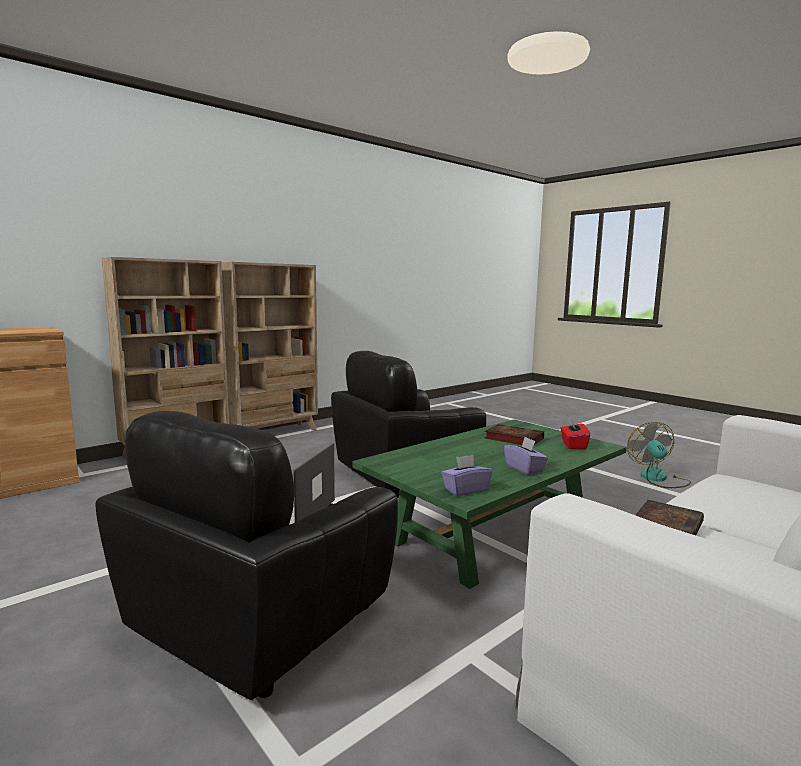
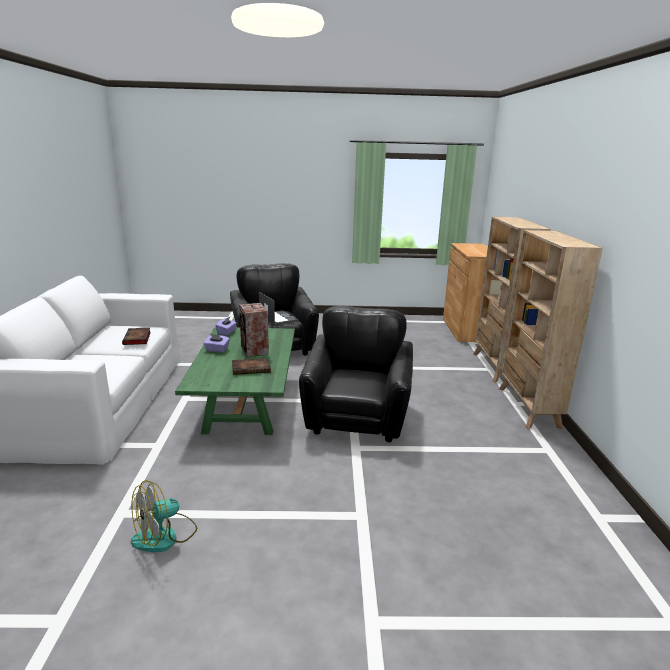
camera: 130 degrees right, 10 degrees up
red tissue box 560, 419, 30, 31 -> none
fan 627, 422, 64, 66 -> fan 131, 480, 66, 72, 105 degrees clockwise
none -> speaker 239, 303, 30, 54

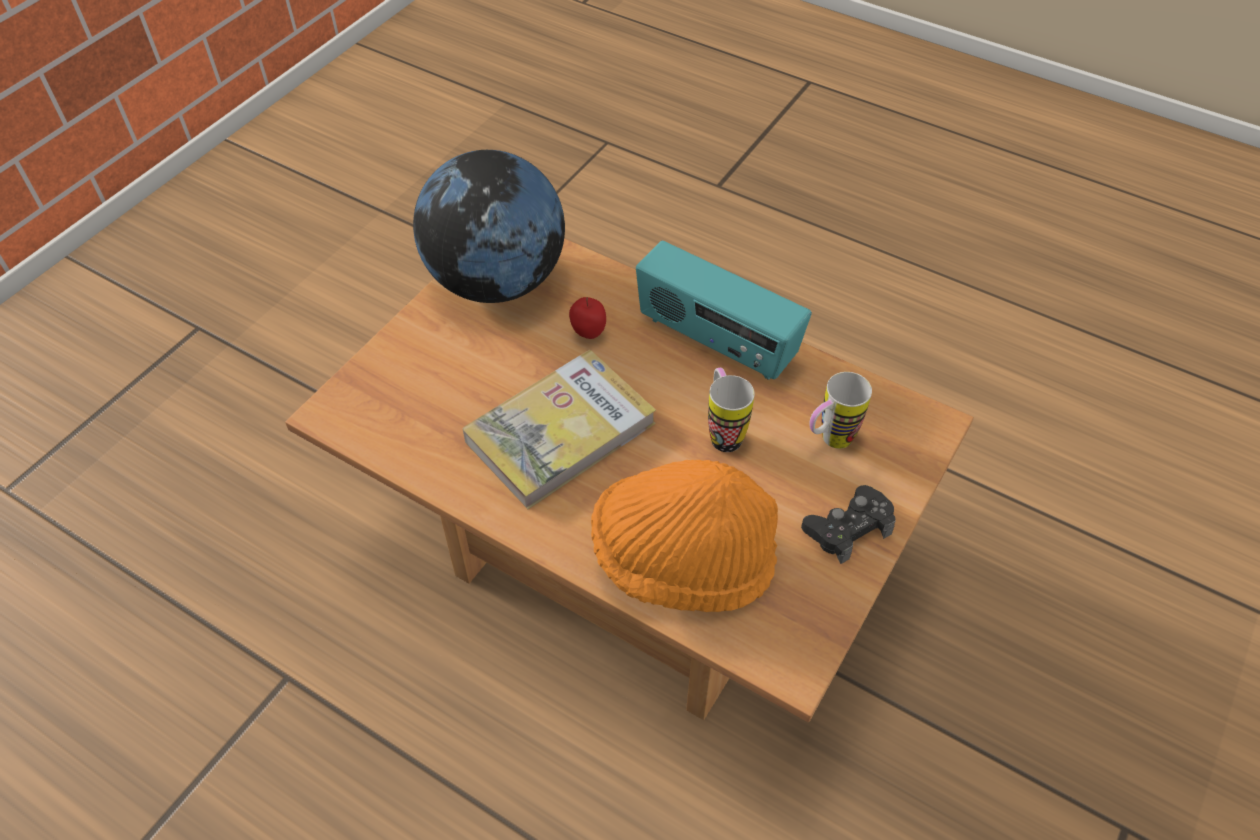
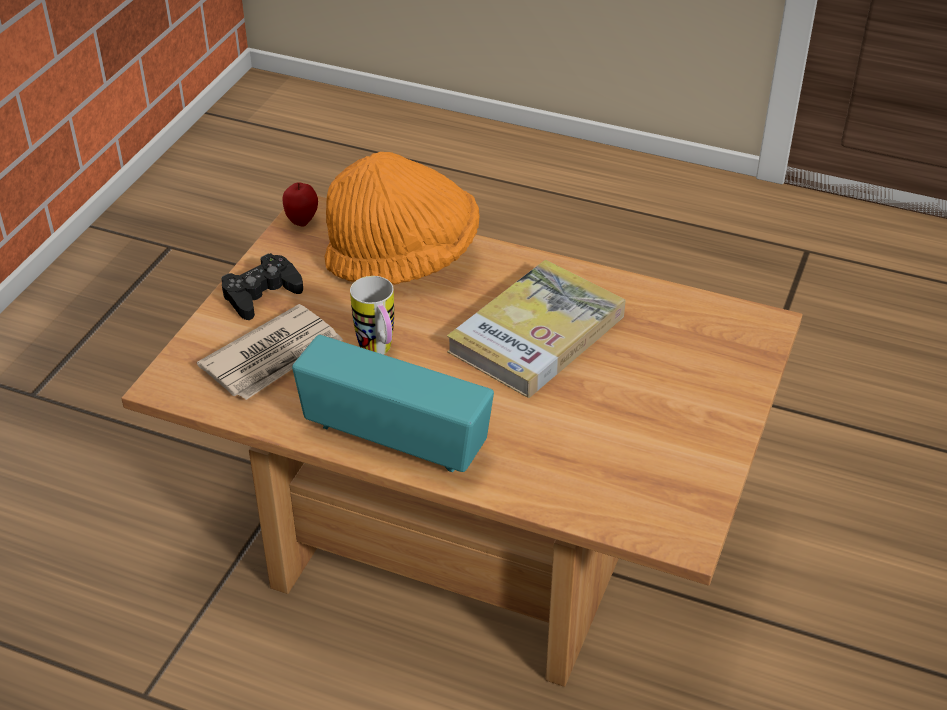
camera: 170 degrees right, 10 degrees down
globe 413, 150, 152, 153 -> none
apple 569, 297, 37, 42 -> apple 283, 182, 35, 45, shifted
mug 809, 372, 63, 77 -> newspaper 197, 304, 146, 96

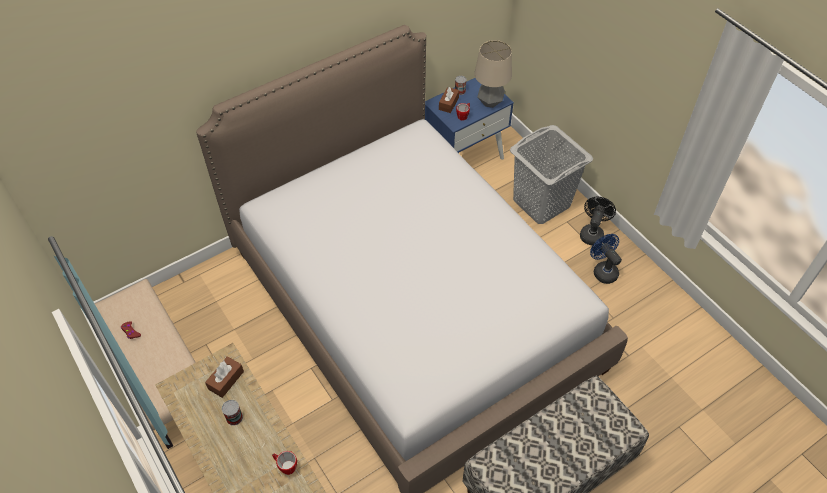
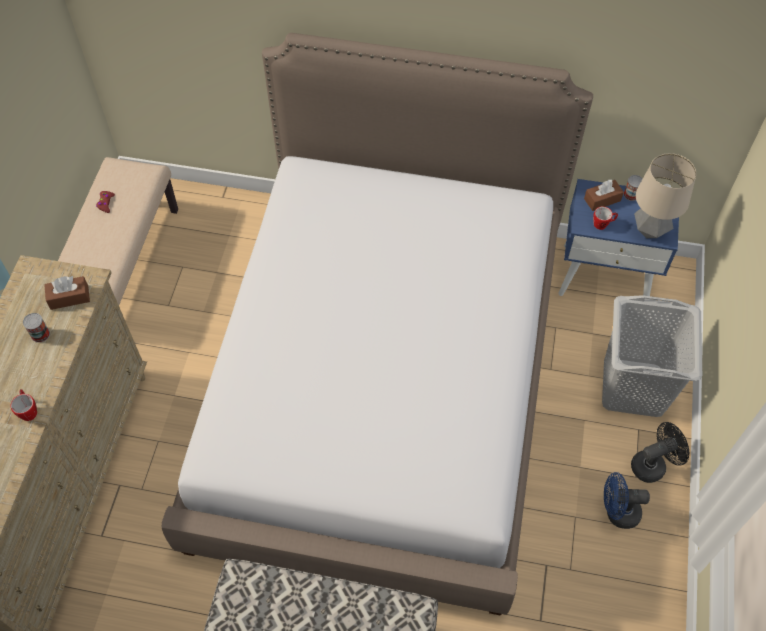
camera: 45 degrees right, 5 degrees up
blue fan 590, 234, 32, 50 -> blue fan 604, 472, 46, 57, 105 degrees counterclockwise

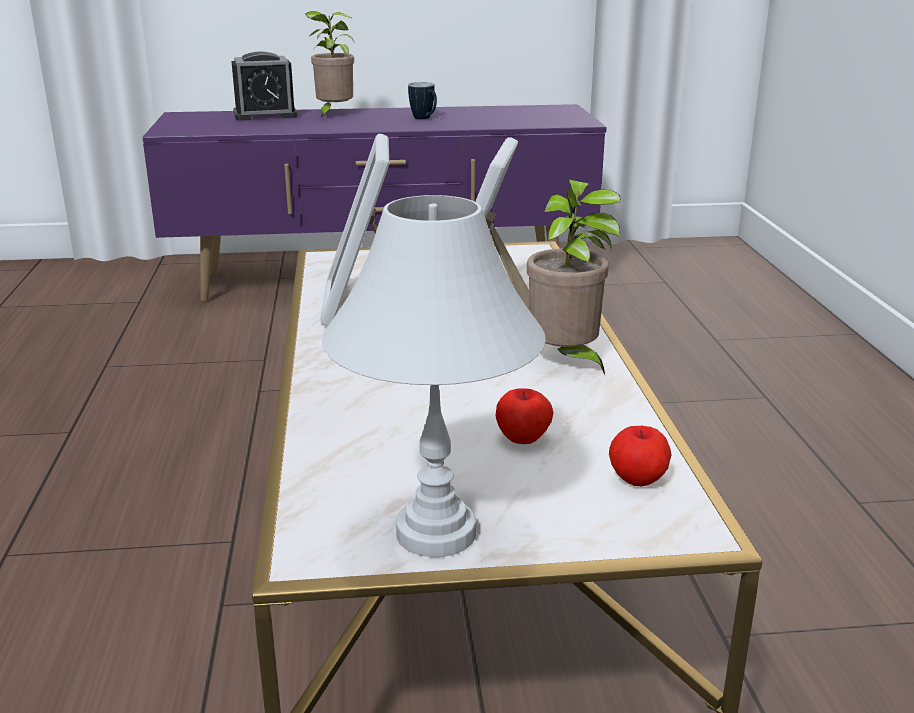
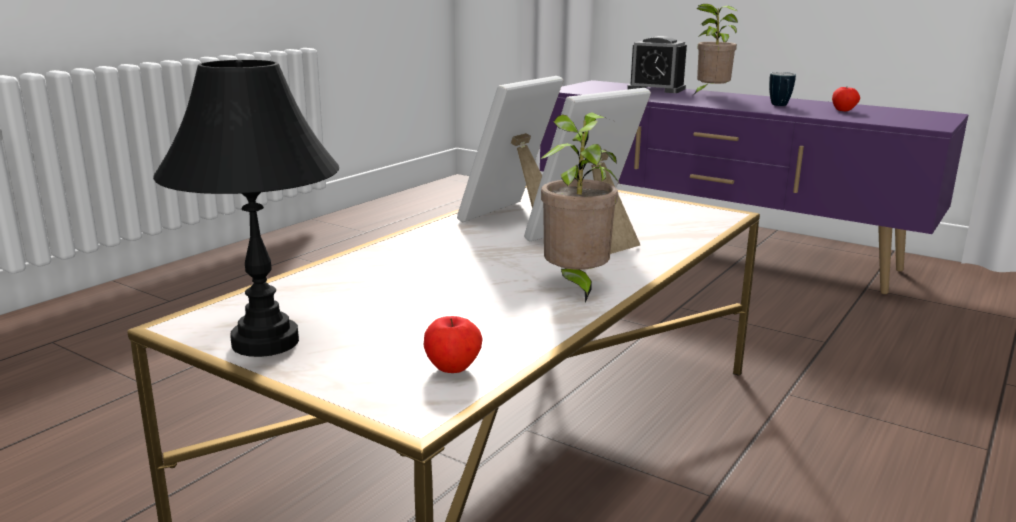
camera: 40 degrees right, 5 degrees down
white table lamp 322, 195, 224, 362 -> black table lamp 153, 60, 186, 297
apple 496, 388, 57, 56 -> apple 832, 87, 28, 24, shifted

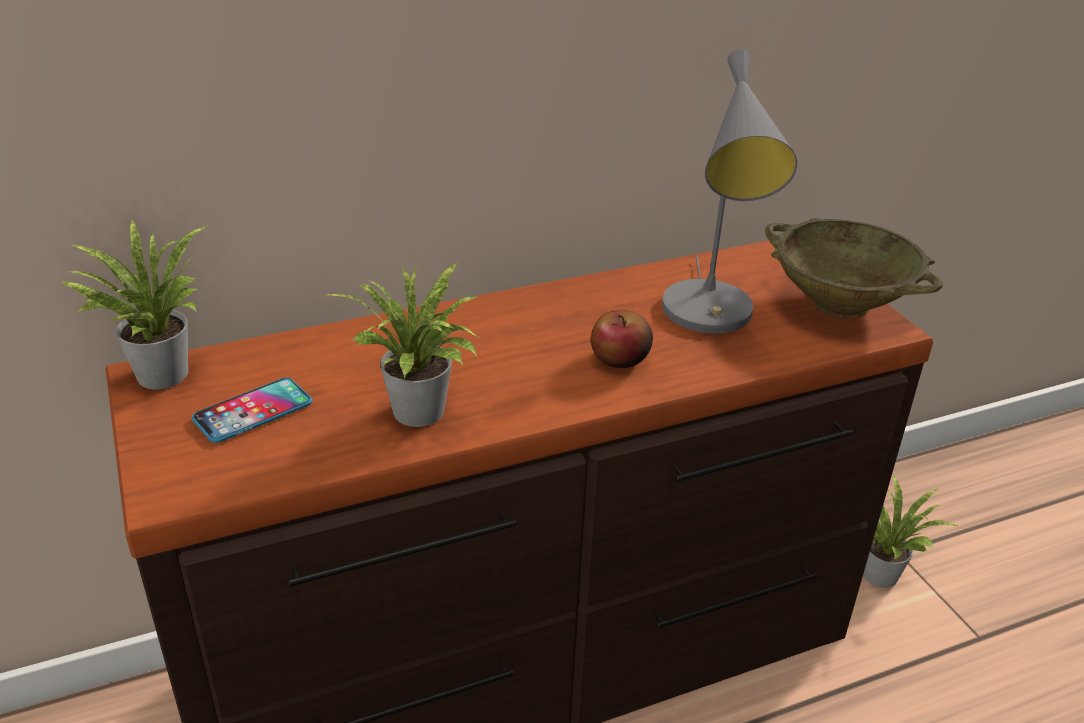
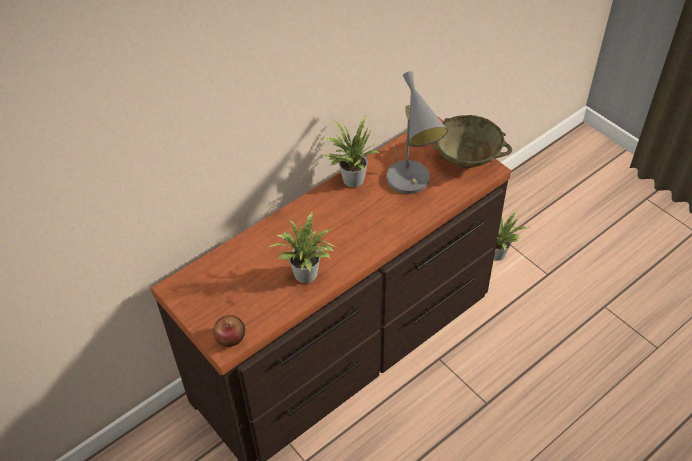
camera: 15 degrees left, 15 degrees up
potted plant 58, 220, 150, 169 -> potted plant 321, 115, 58, 72, shifted
apple 591, 310, 62, 58 -> apple 213, 315, 32, 32, shifted
phone 192, 378, 120, 65 -> none

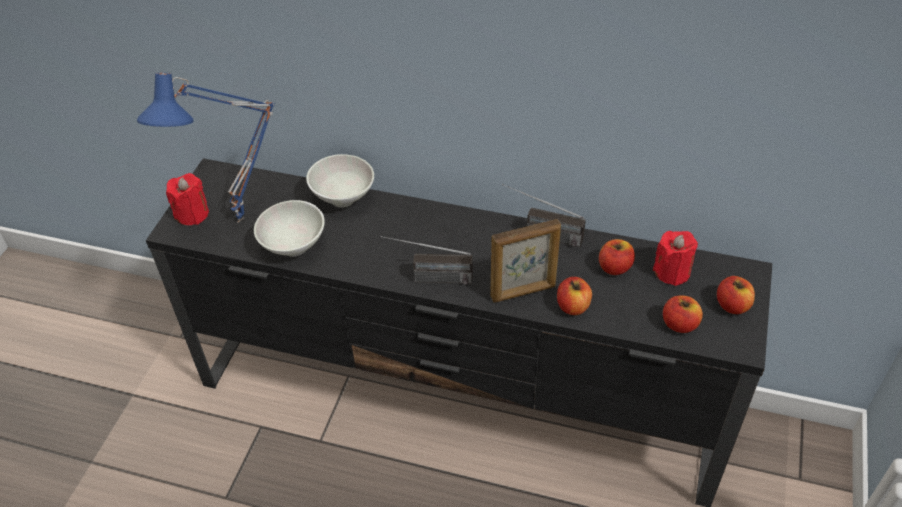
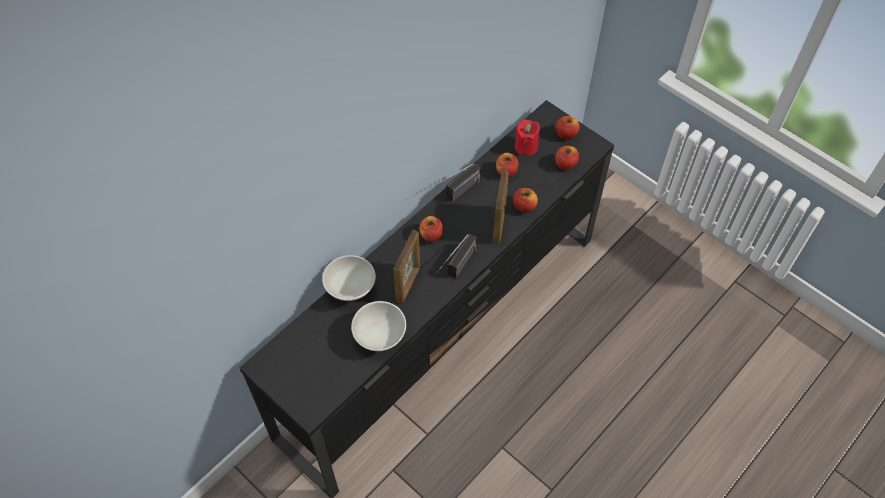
camera: 65 degrees left, 10 degrees up
blue table lamp 137, 73, 138, 150 -> none
red candle 166, 173, 43, 52 -> none
none -> apple 419, 216, 24, 26
none -> picture frame 393, 230, 27, 74

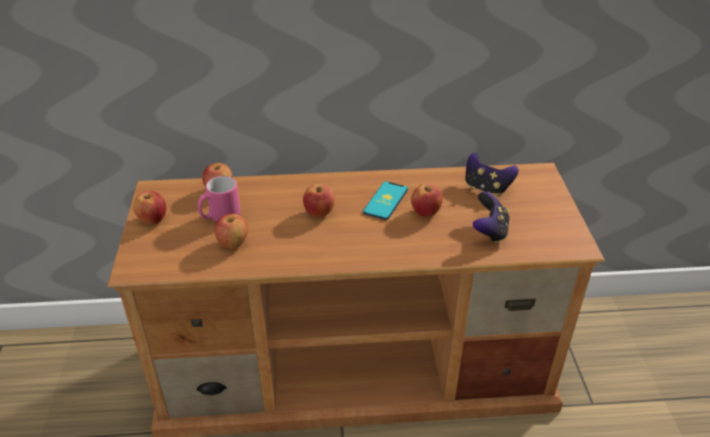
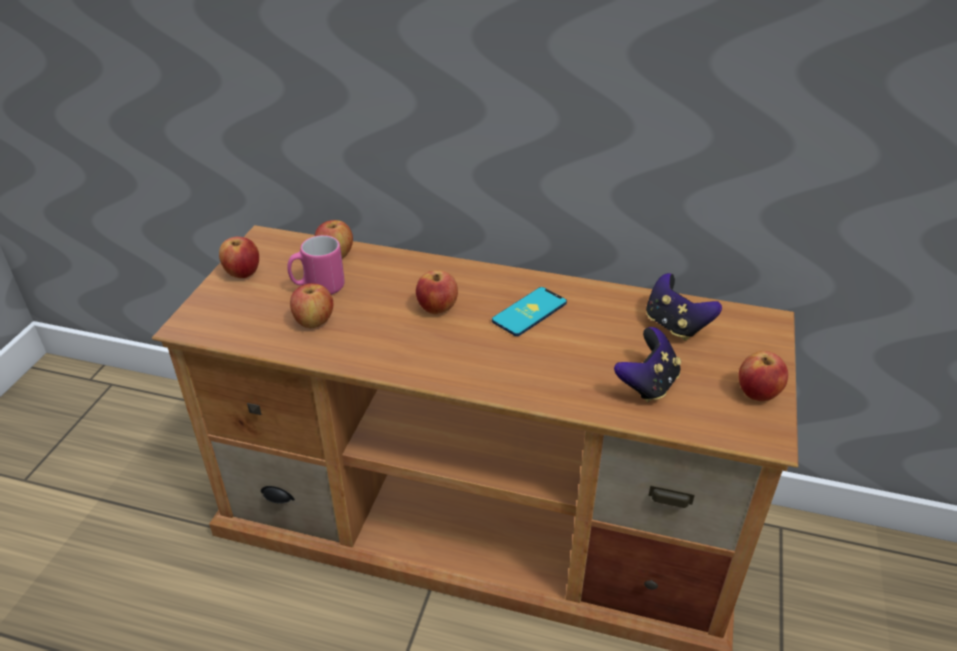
camera: 20 degrees right, 0 degrees up
apple 411, 183, 32, 34 -> apple 738, 351, 50, 50, shifted

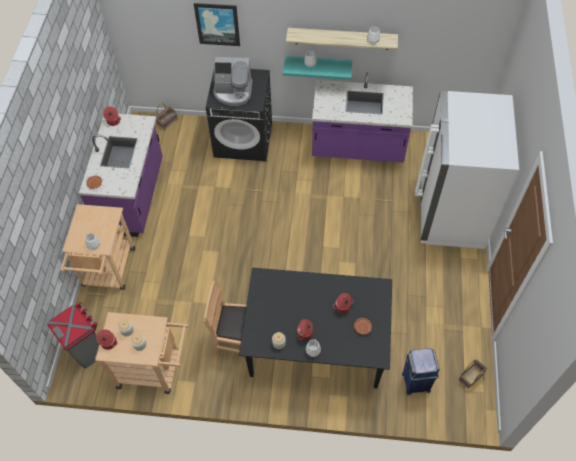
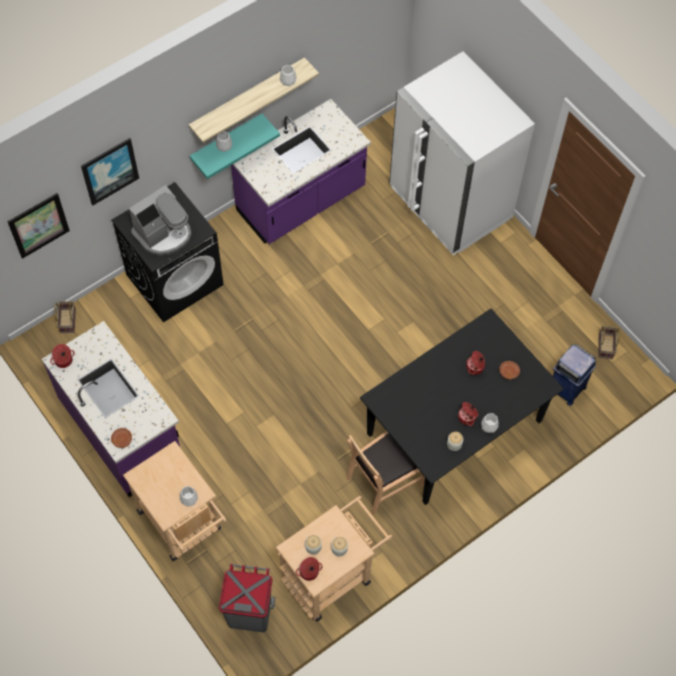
camera: 45 degrees left, 5 degrees up
none -> picture 8, 193, 62, 66

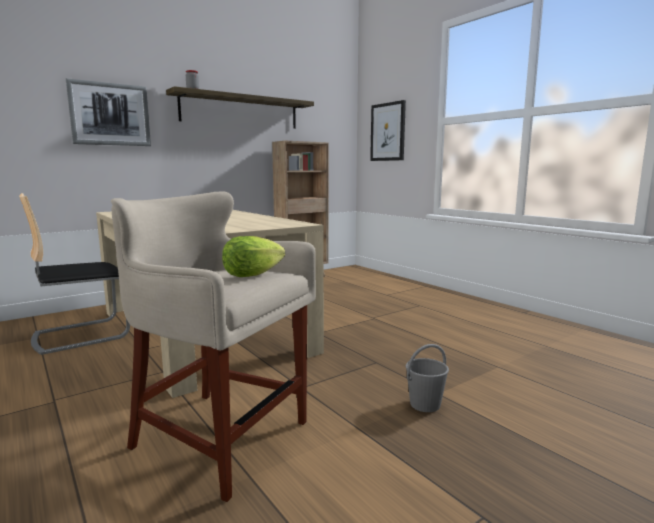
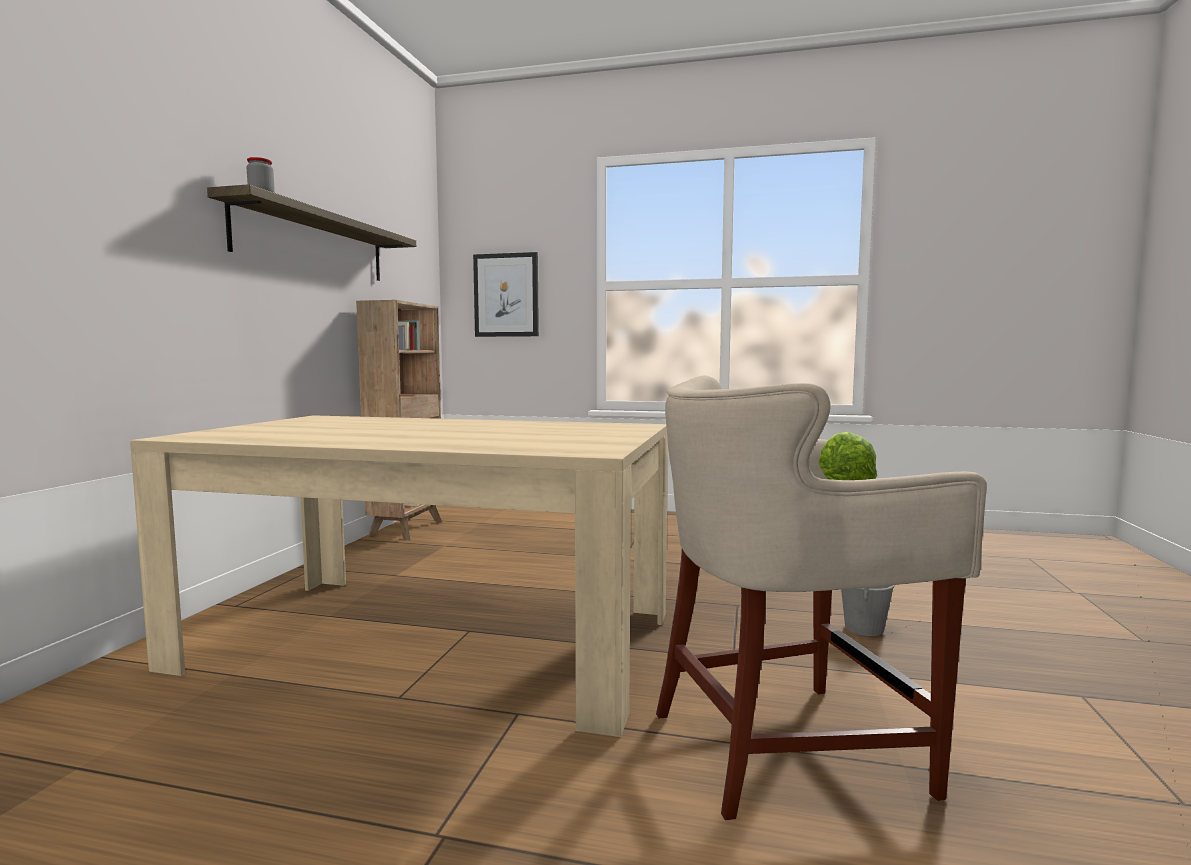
camera: 40 degrees left, 5 degrees down
picture 66, 78, 85, 68 -> none
chair 19, 193, 111, 162 -> none

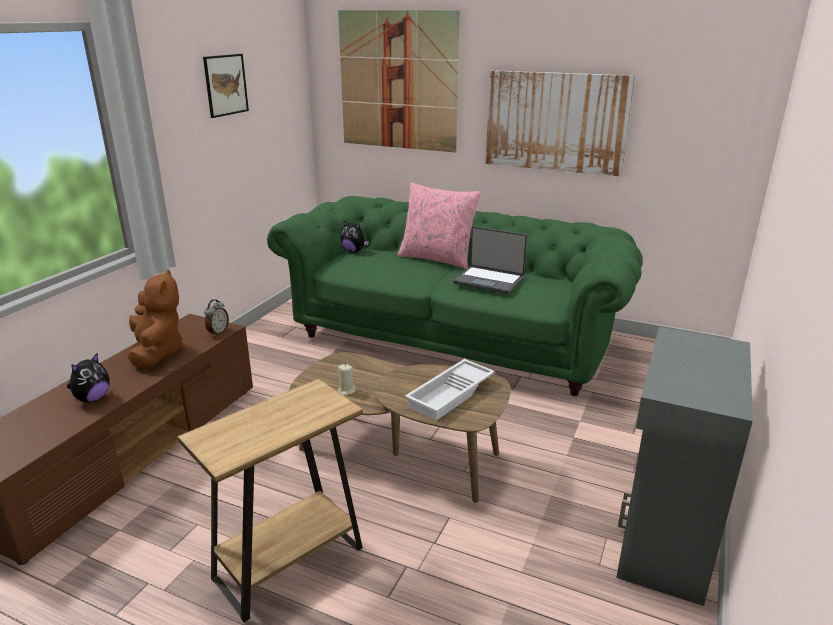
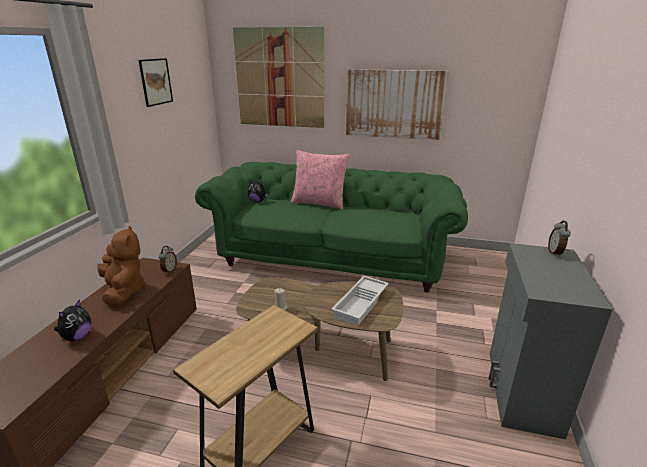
camera: 10 degrees left, 0 degrees up
laptop 453, 226, 74, 68 -> none
none -> alarm clock 548, 221, 23, 36

